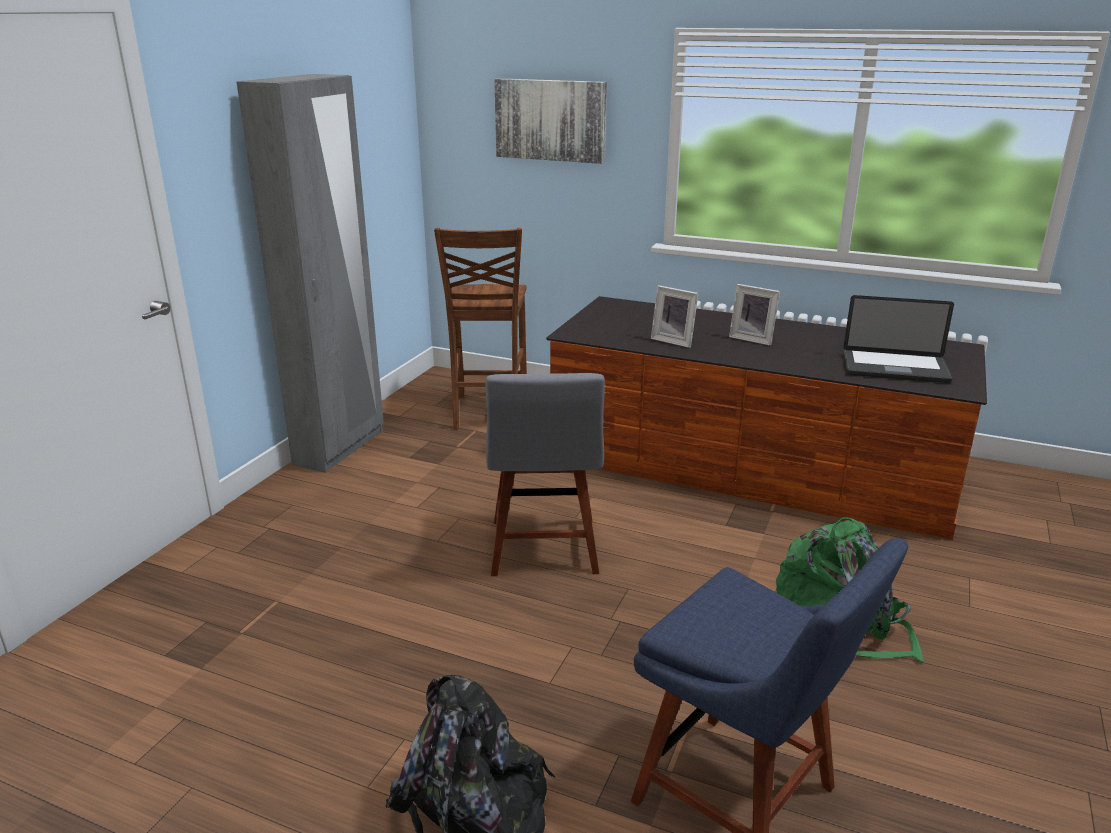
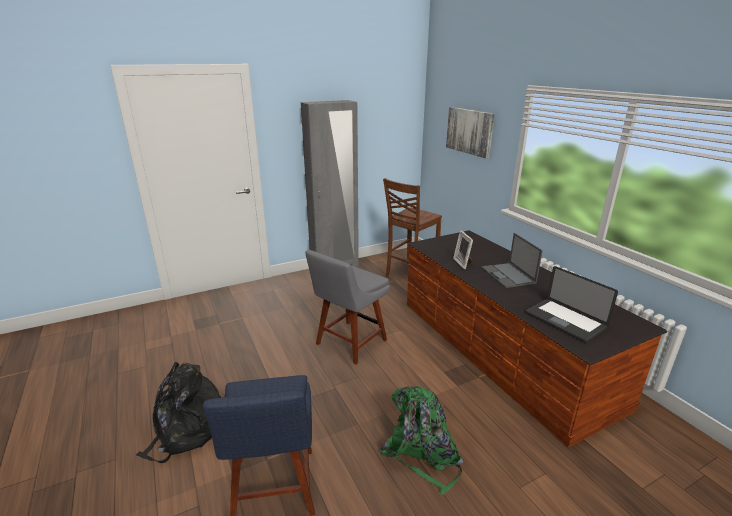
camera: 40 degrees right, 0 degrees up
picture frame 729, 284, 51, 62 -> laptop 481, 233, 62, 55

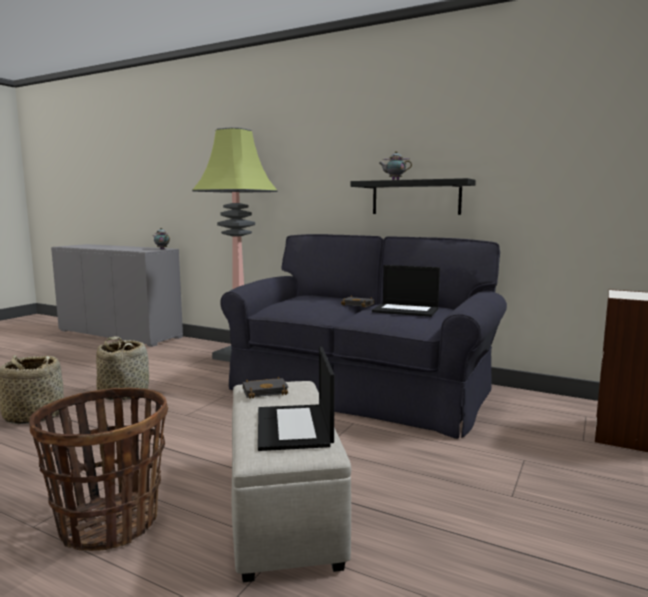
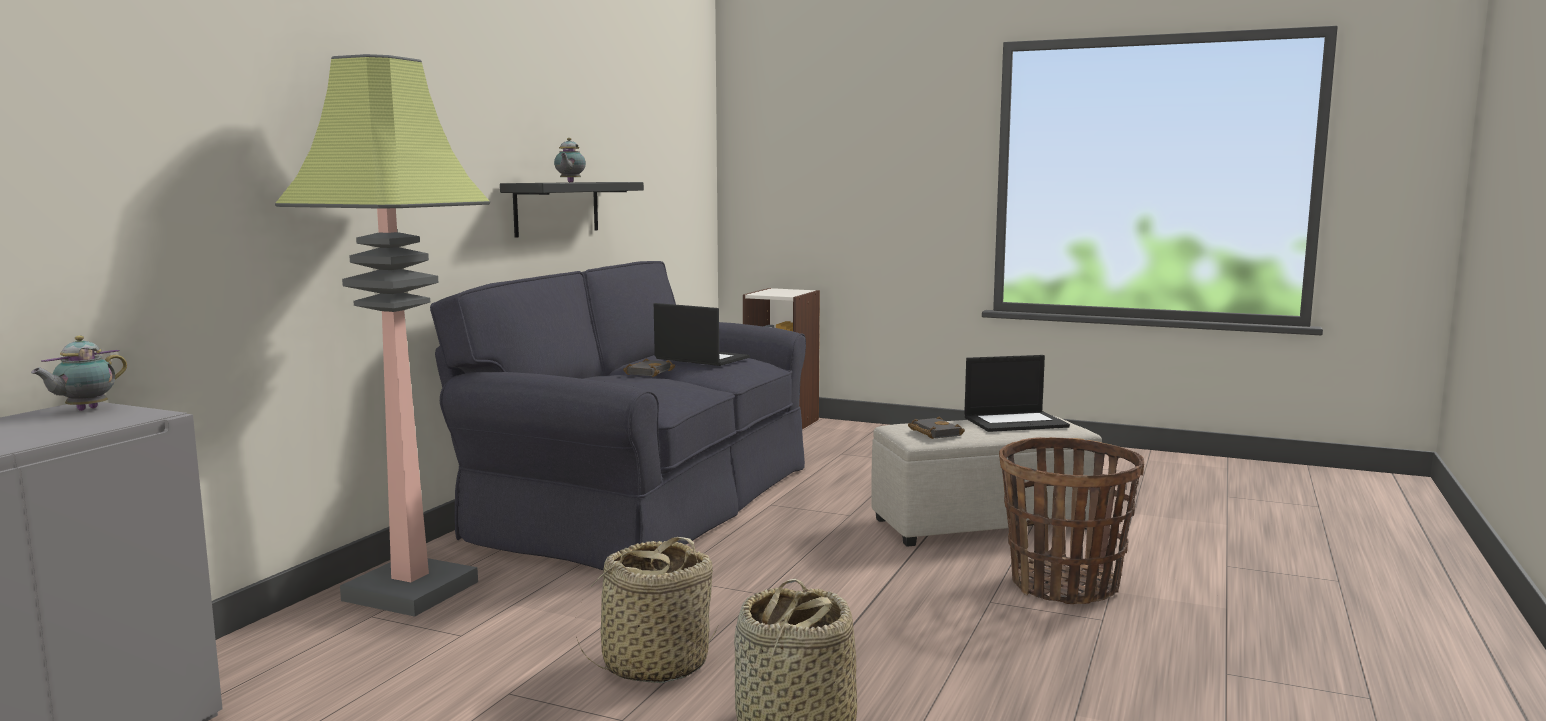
camera: 95 degrees left, 0 degrees up
laptop 372, 265, 68, 52 -> laptop 654, 303, 95, 63, 75 degrees counterclockwise

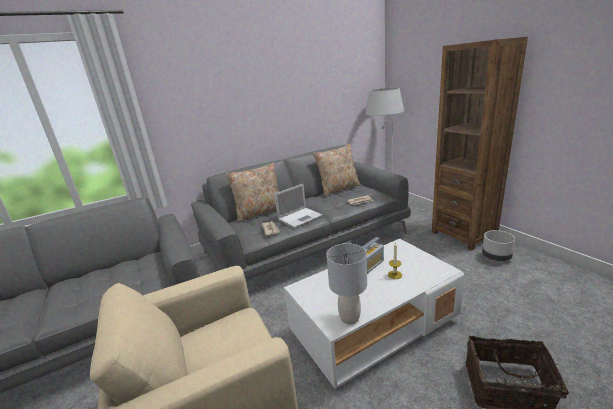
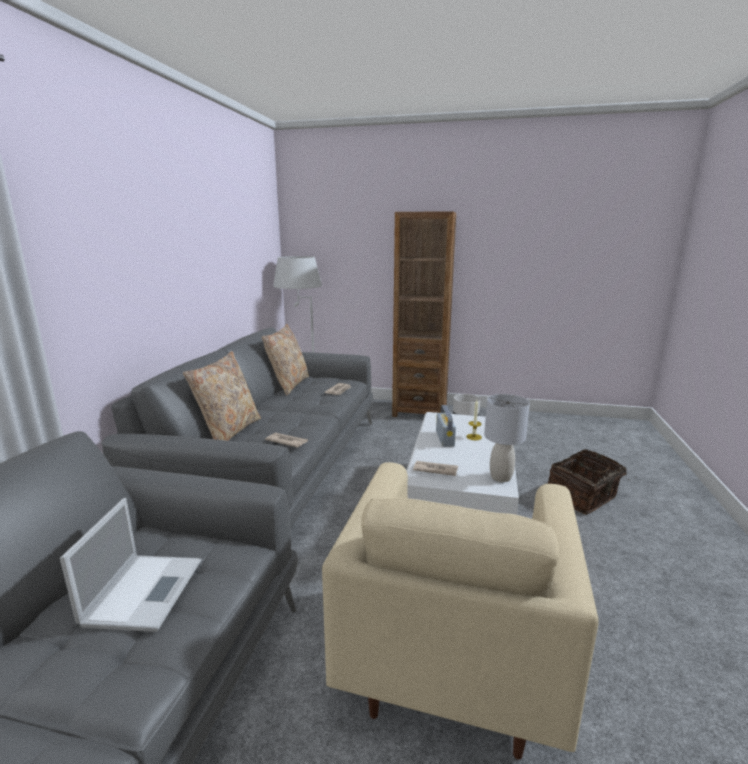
camera: 50 degrees left, 5 degrees down
laptop 274, 184, 49, 44 -> laptop 60, 498, 141, 134, shifted
none -> newspaper 413, 461, 45, 15

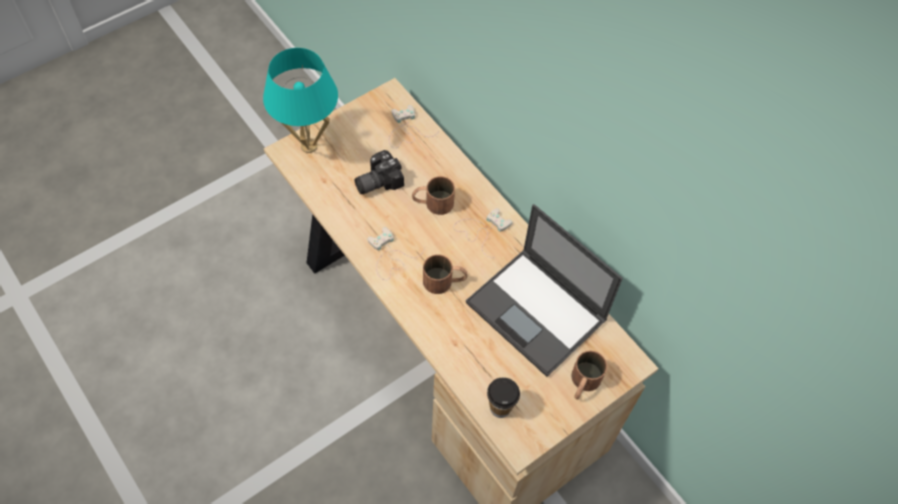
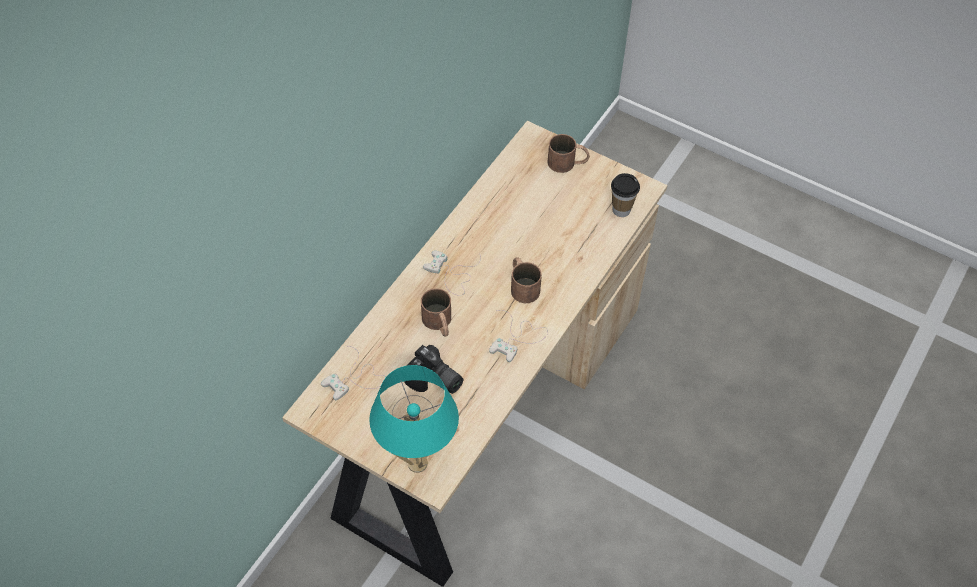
camera: 110 degrees left, 5 degrees down
laptop 466, 204, 157, 173 -> none

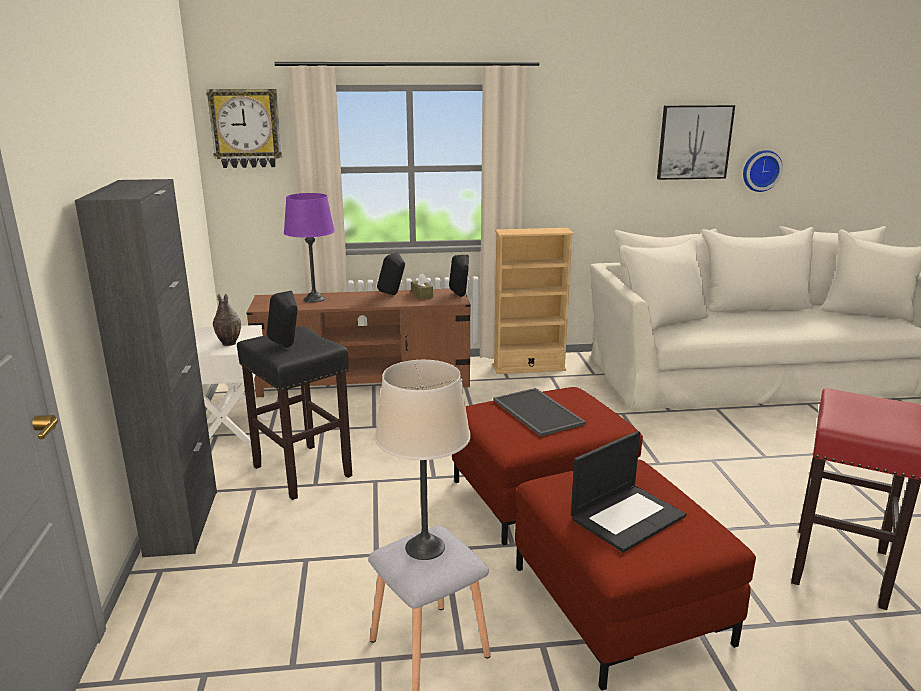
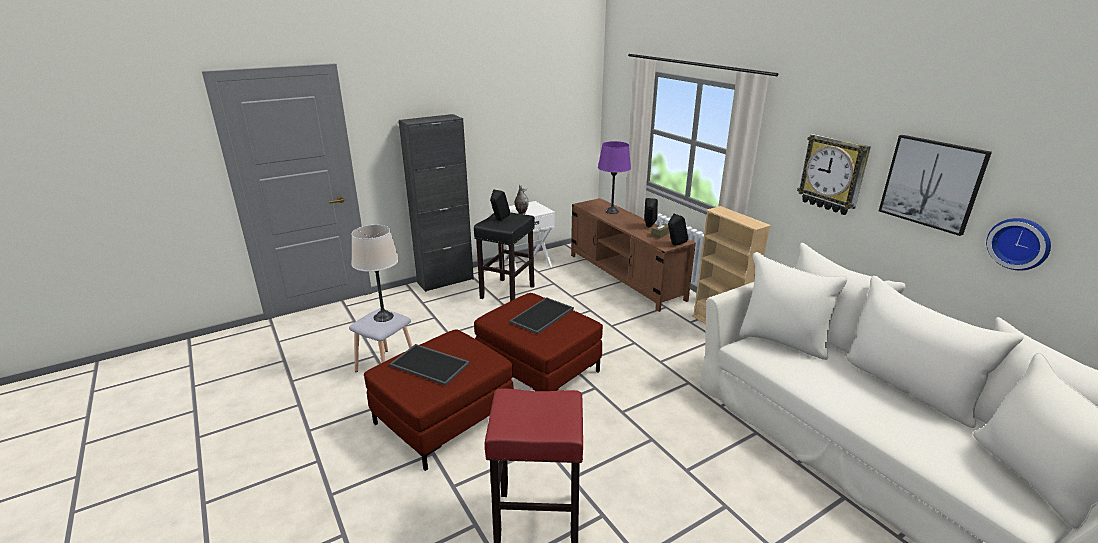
camera: 65 degrees right, 5 degrees up
wall clock 206, 89, 76, 79 -> wall clock 797, 134, 74, 81, shifted
laptop 571, 431, 115, 122 -> tray 389, 344, 81, 42

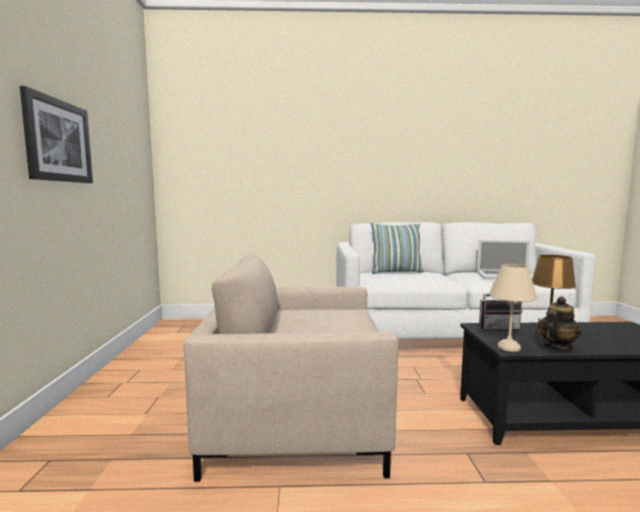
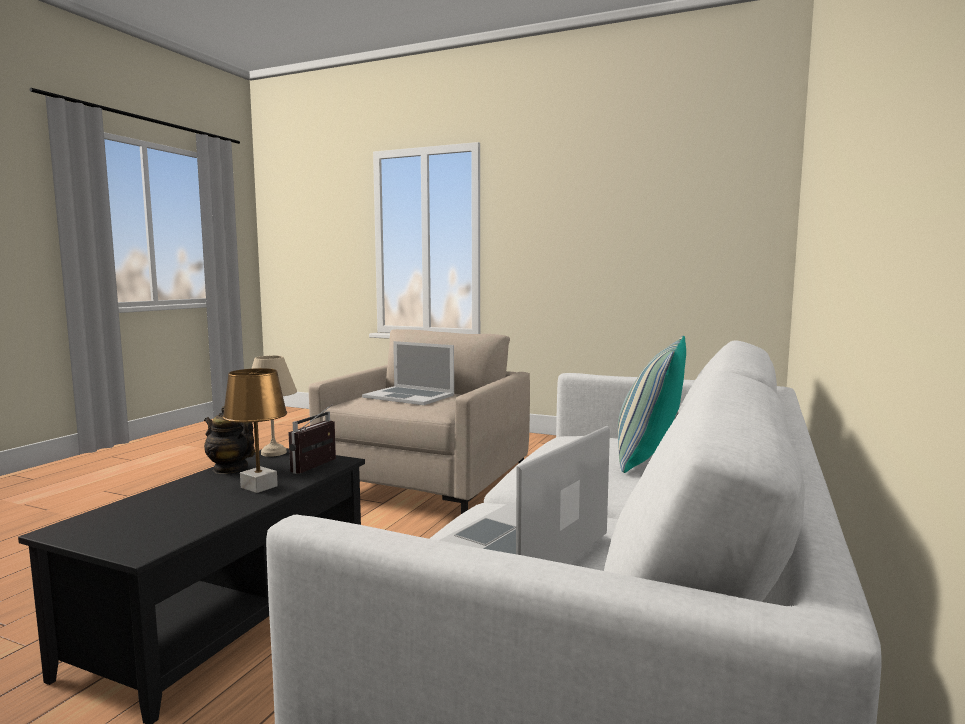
camera: 115 degrees right, 0 degrees up
picture 20, 86, 73, 97 -> none
teapot 538, 297, 44, 54 -> teapot 204, 406, 51, 68, 135 degrees clockwise
none -> laptop 362, 341, 92, 64

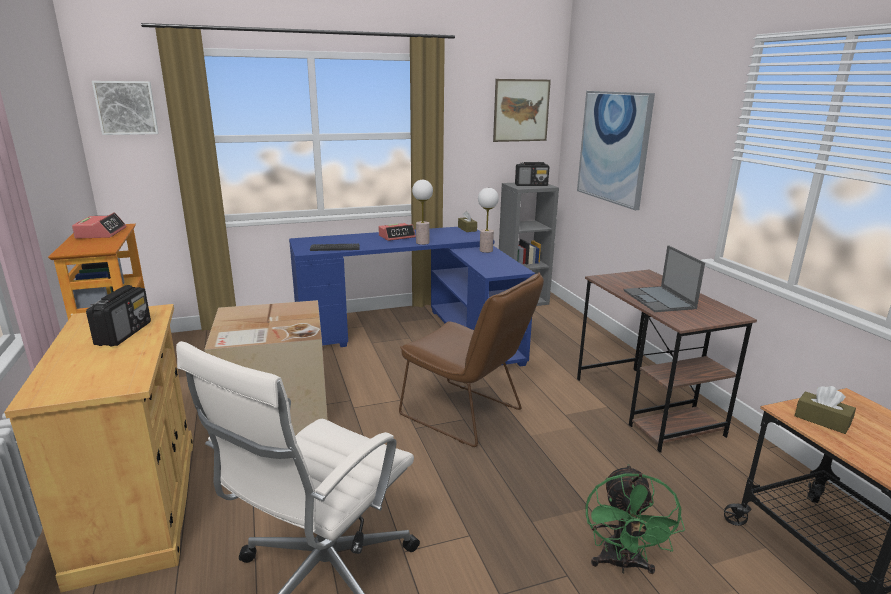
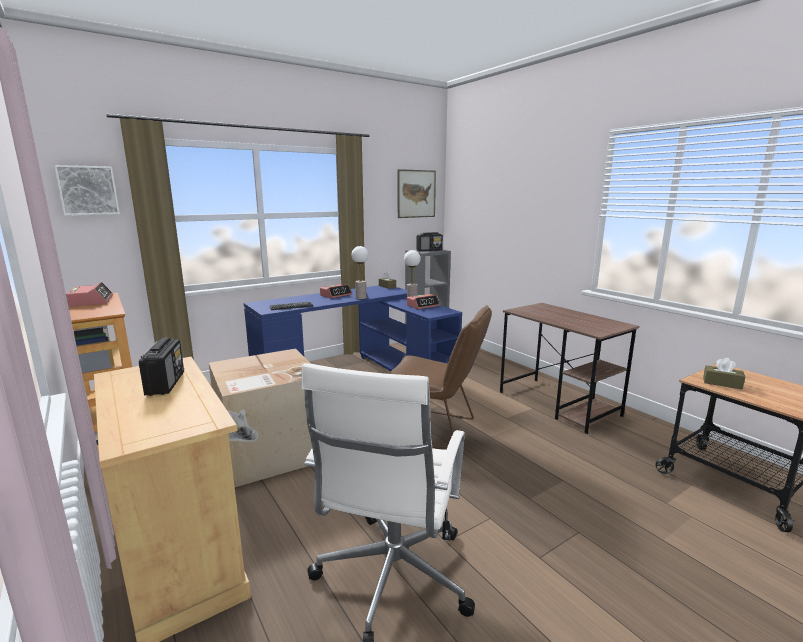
camera: 15 degrees left, 5 degrees down
picture 577, 91, 78, 119 -> none
laptop 623, 245, 82, 67 -> none
green fan 586, 464, 99, 110 -> none
none -> alarm clock 407, 294, 33, 15

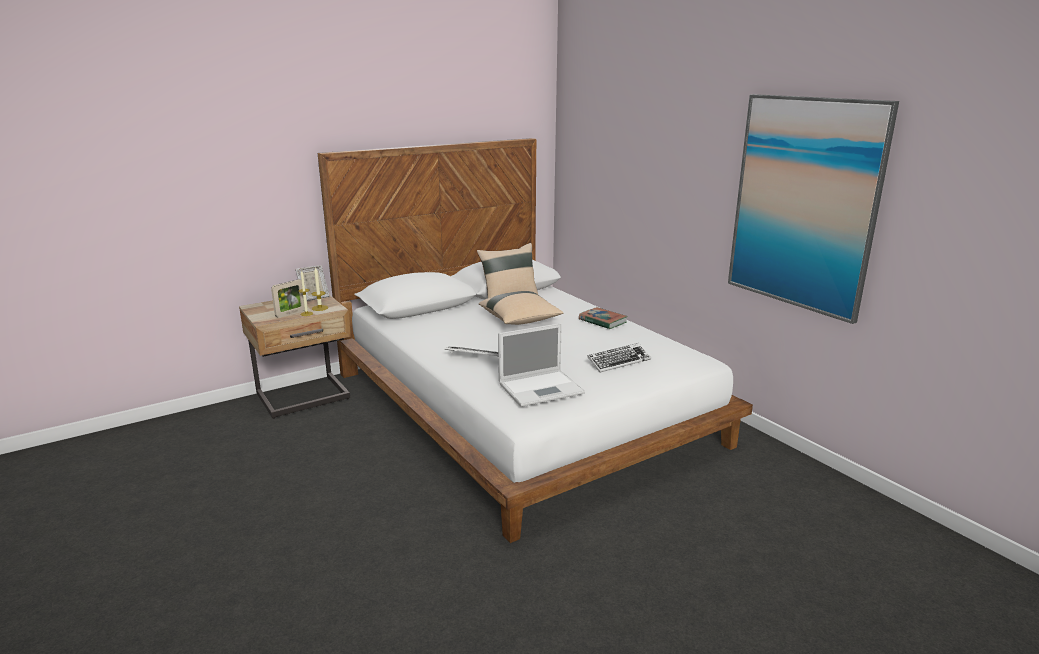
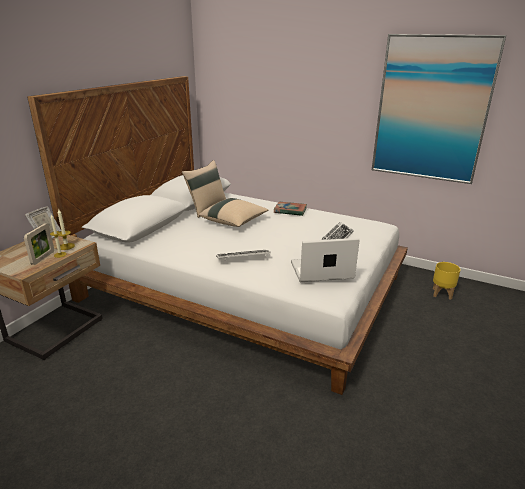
camera: 30 degrees left, 5 degrees up
laptop 498, 323, 87, 84 -> laptop 291, 238, 69, 44, 135 degrees counterclockwise
none -> yellow planter 433, 262, 28, 38

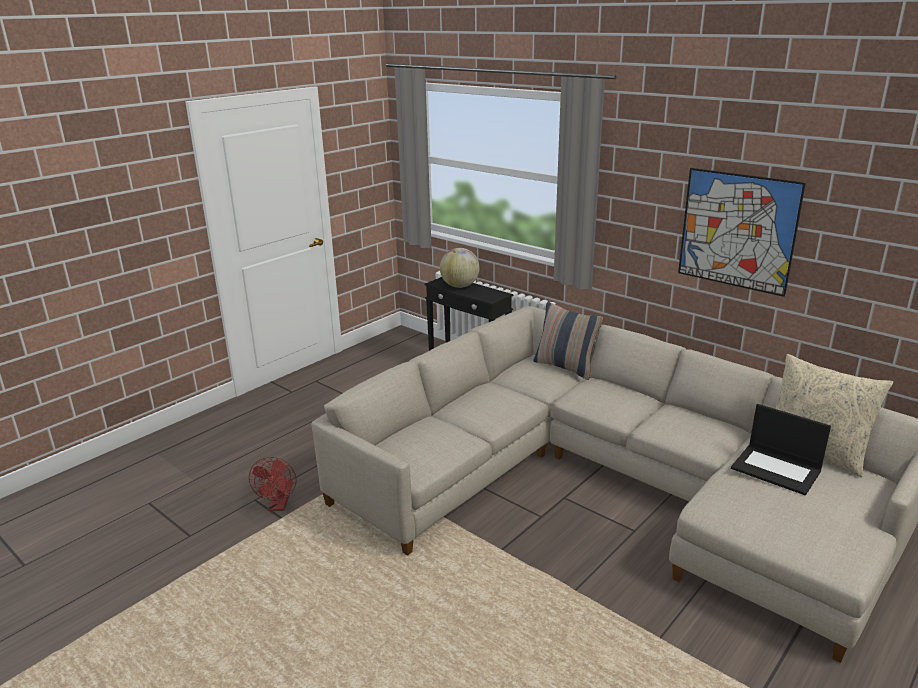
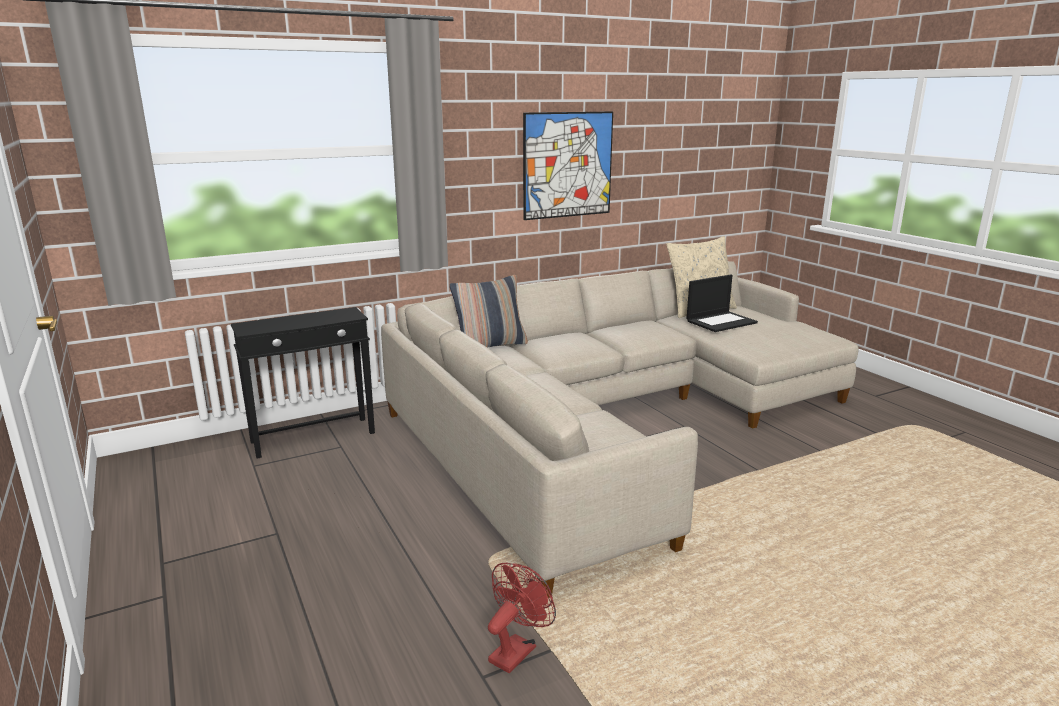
camera: 70 degrees left, 5 degrees down
globe 440, 248, 40, 40 -> none
red fan 249, 457, 47, 54 -> red fan 488, 563, 68, 110, 75 degrees counterclockwise

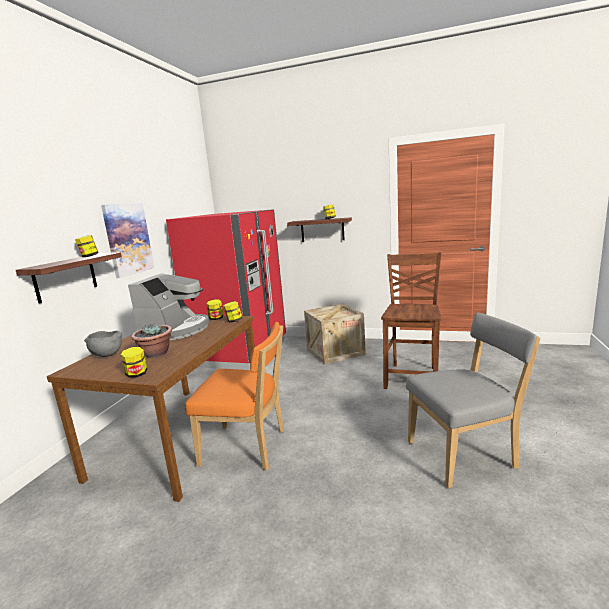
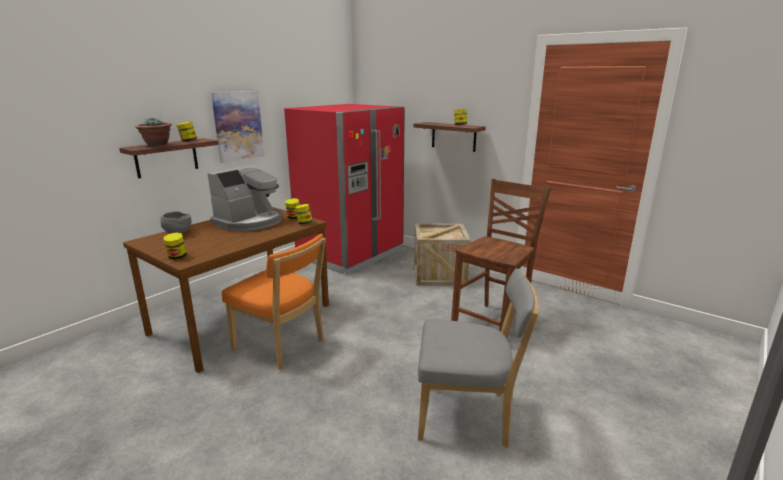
camera: 20 degrees right, 5 degrees up
potted plant 131, 324, 41, 34 -> potted plant 135, 118, 37, 28, shifted

